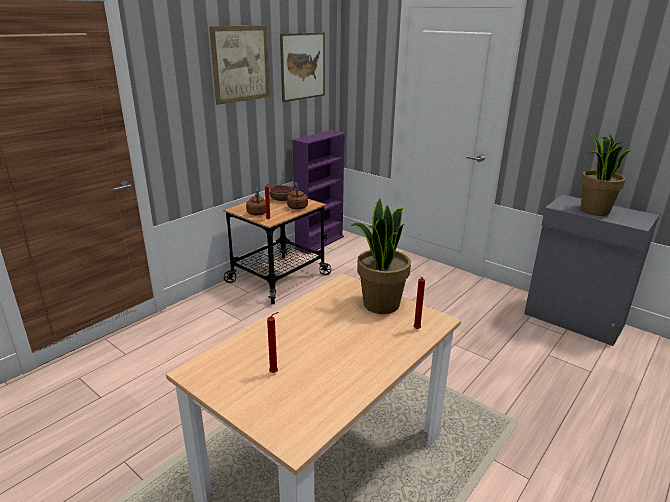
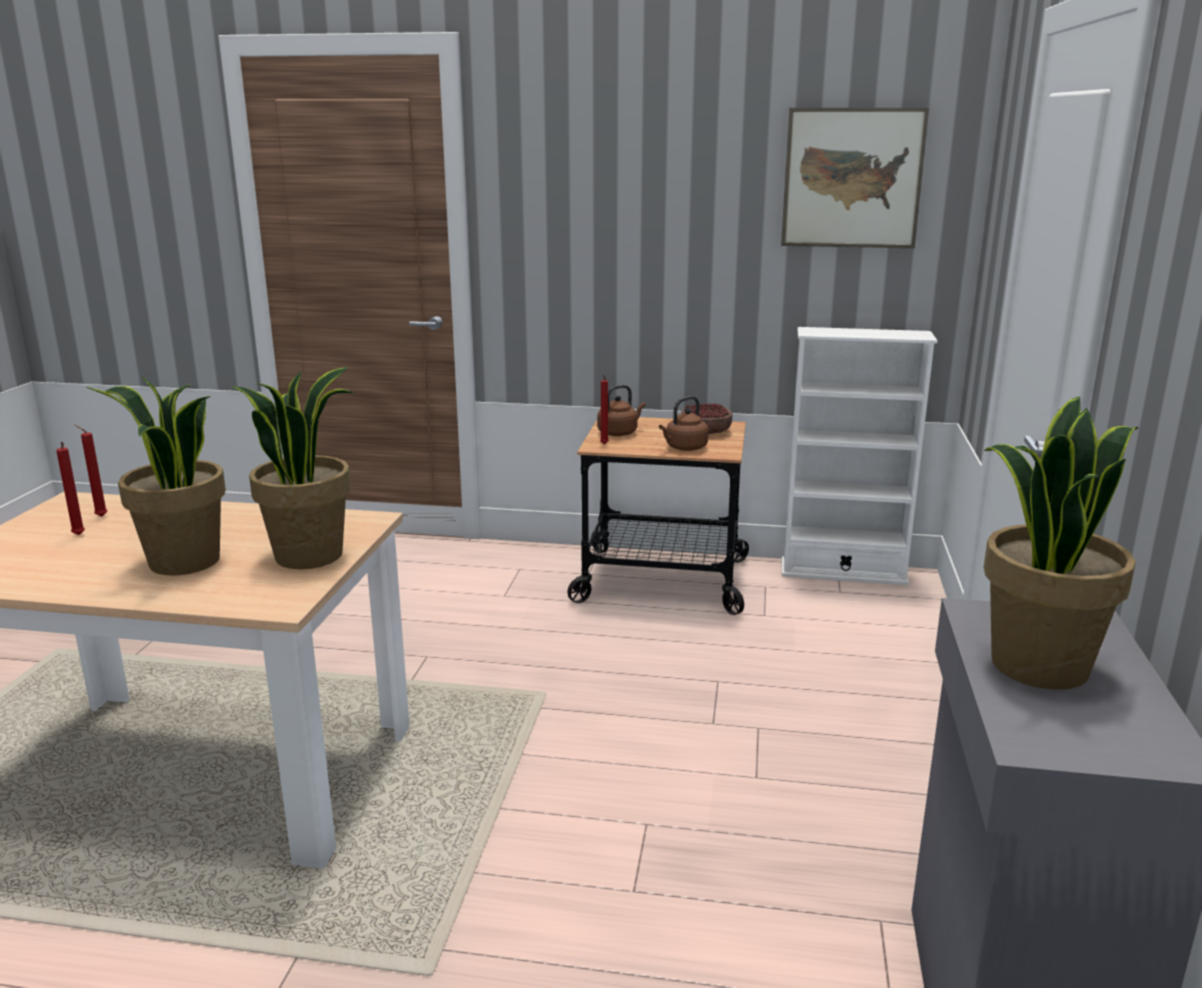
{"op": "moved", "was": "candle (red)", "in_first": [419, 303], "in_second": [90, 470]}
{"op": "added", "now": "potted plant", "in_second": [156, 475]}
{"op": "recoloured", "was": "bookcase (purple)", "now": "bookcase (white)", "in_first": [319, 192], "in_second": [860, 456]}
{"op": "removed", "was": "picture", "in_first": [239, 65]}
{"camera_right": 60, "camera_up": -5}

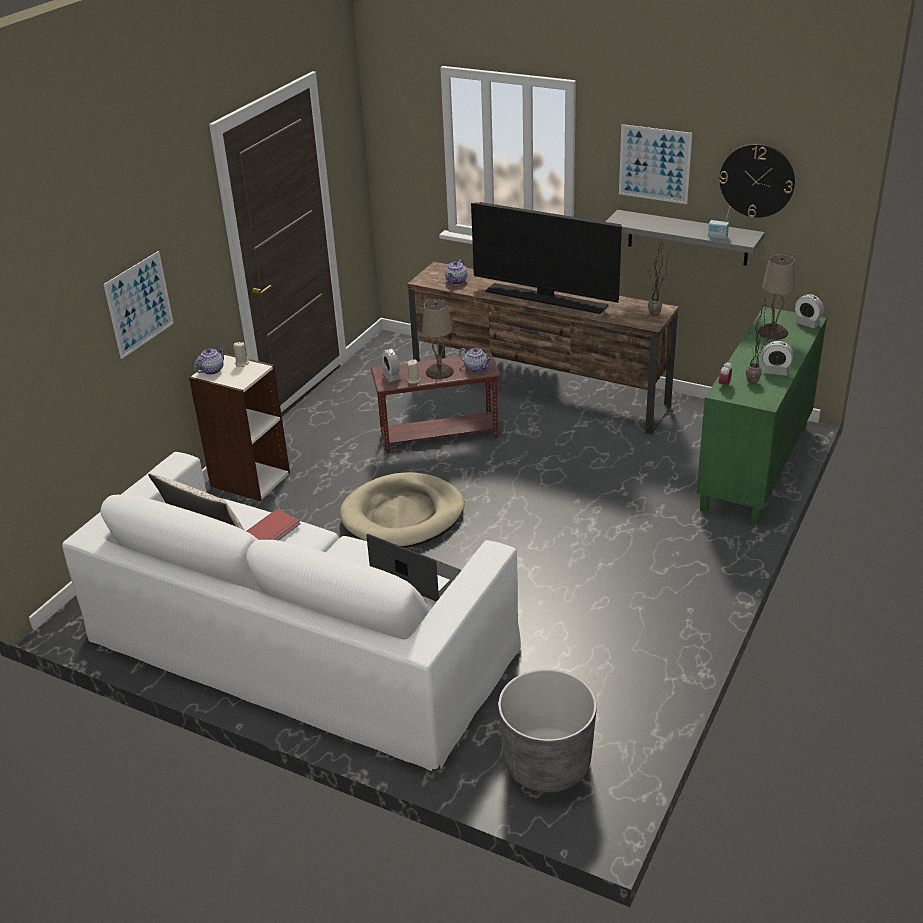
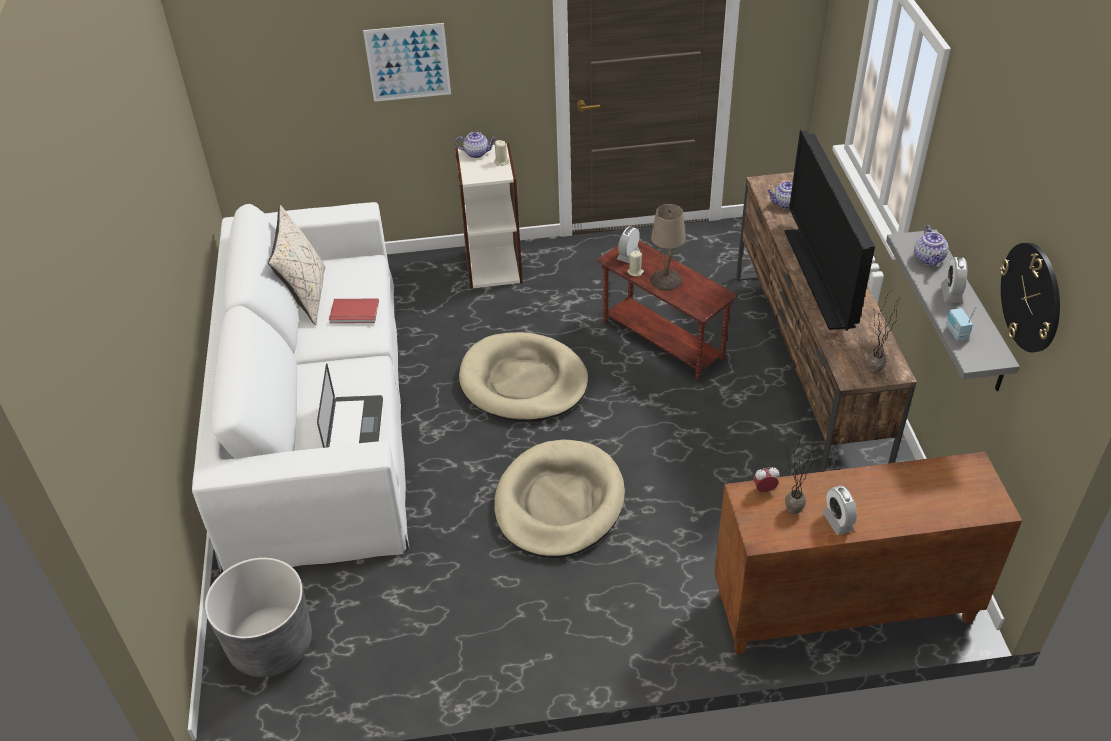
{"op": "added", "now": "dog bed (beige)", "in_second": [559, 499]}
{"op": "recoloured", "was": "cabinet (green)", "now": "cabinet (brown)", "in_first": [761, 416], "in_second": [868, 553]}
{"op": "moved", "was": "teapot", "in_first": [475, 360], "in_second": [931, 246]}
{"op": "moved", "was": "alarm clock", "in_first": [809, 311], "in_second": [954, 280]}
{"op": "removed", "was": "picture", "in_first": [655, 164]}
{"op": "removed", "was": "table lamp (beige)", "in_first": [776, 297]}
{"camera_right": 55, "camera_up": 10}

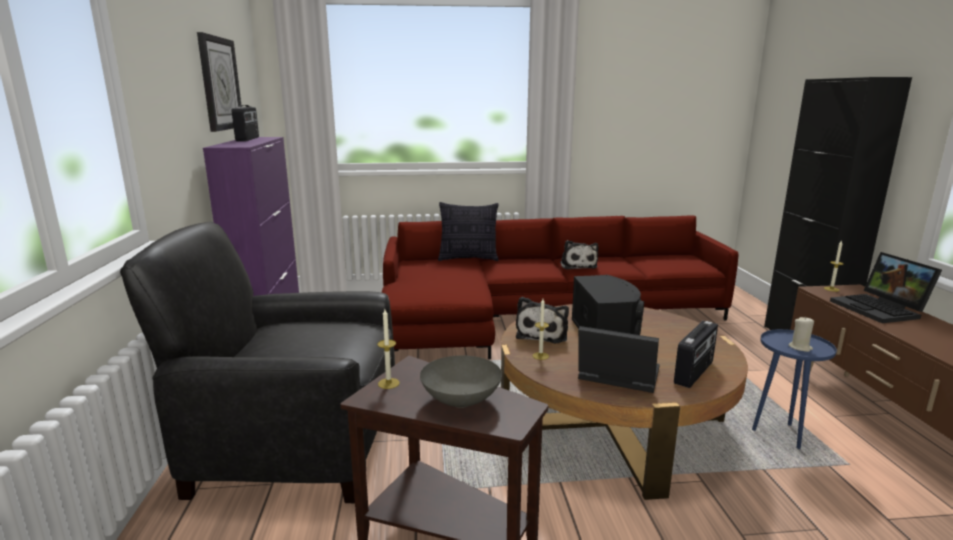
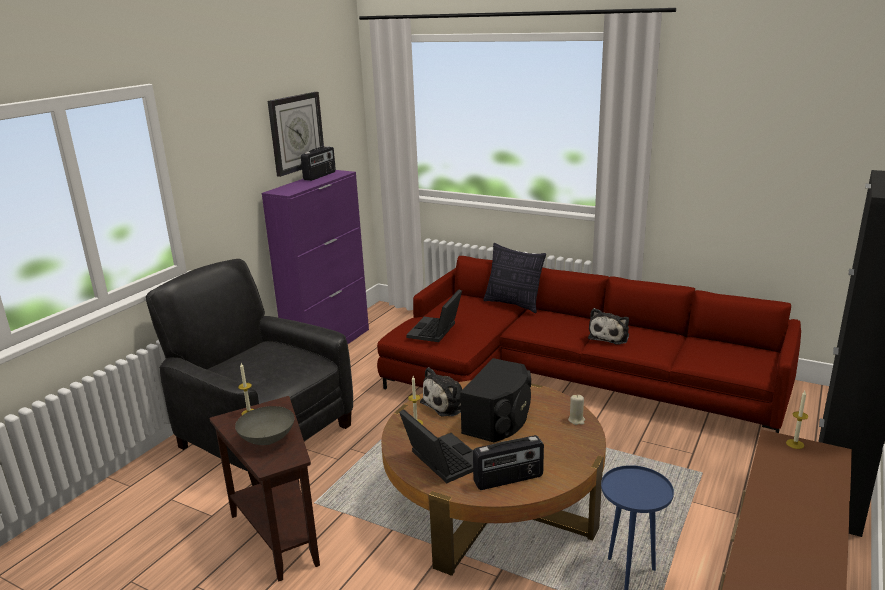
{"op": "moved", "was": "laptop", "in_first": [886, 287], "in_second": [434, 315]}
{"op": "moved", "was": "candle (beige)", "in_first": [801, 334], "in_second": [576, 410]}
{"camera_right": 35, "camera_up": 5}

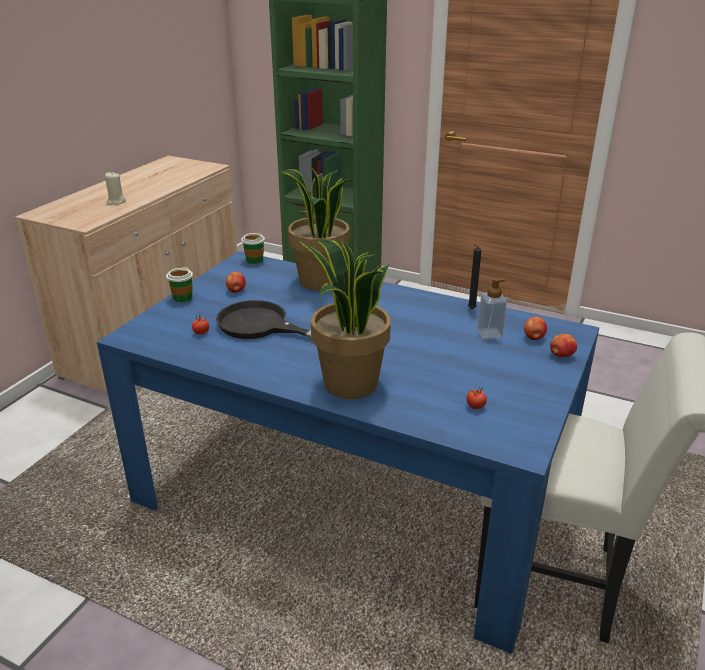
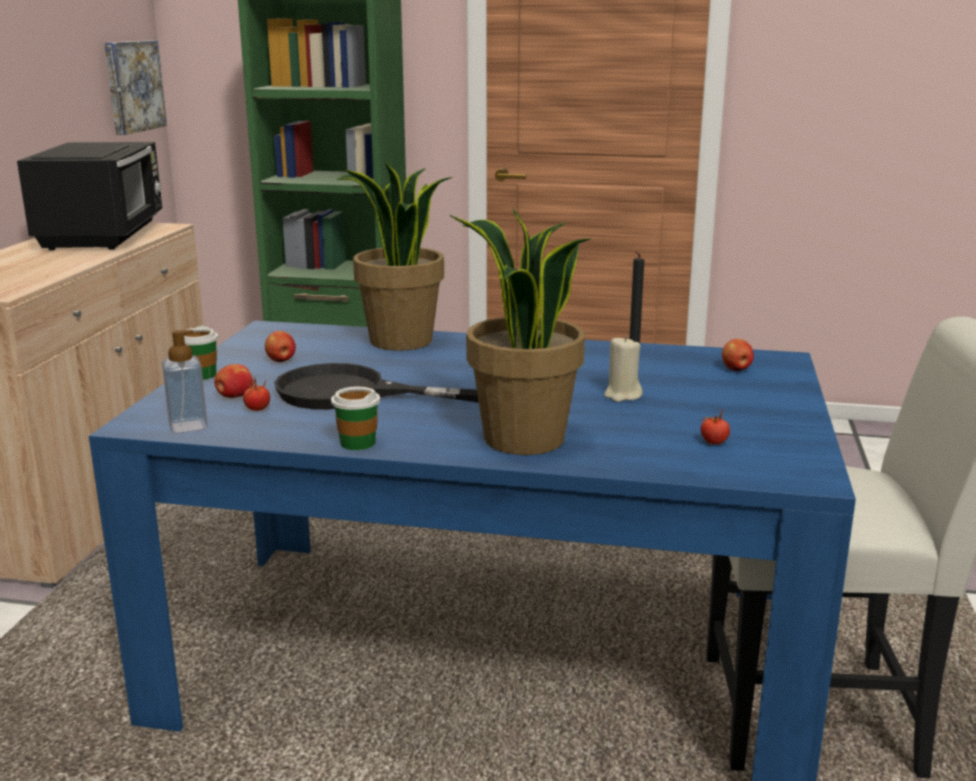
{"op": "added", "now": "microwave (black)", "in_second": [89, 196]}
{"op": "added", "now": "picture", "in_second": [135, 87]}
{"op": "moved", "was": "soap dispenser", "in_first": [492, 308], "in_second": [185, 381]}
{"op": "moved", "was": "apple", "in_first": [563, 345], "in_second": [233, 381]}
{"op": "moved", "was": "cup", "in_first": [253, 248], "in_second": [355, 418]}
{"op": "moved", "was": "candle (beige)", "in_first": [115, 188], "in_second": [623, 369]}
{"camera_right": -15, "camera_up": -10}

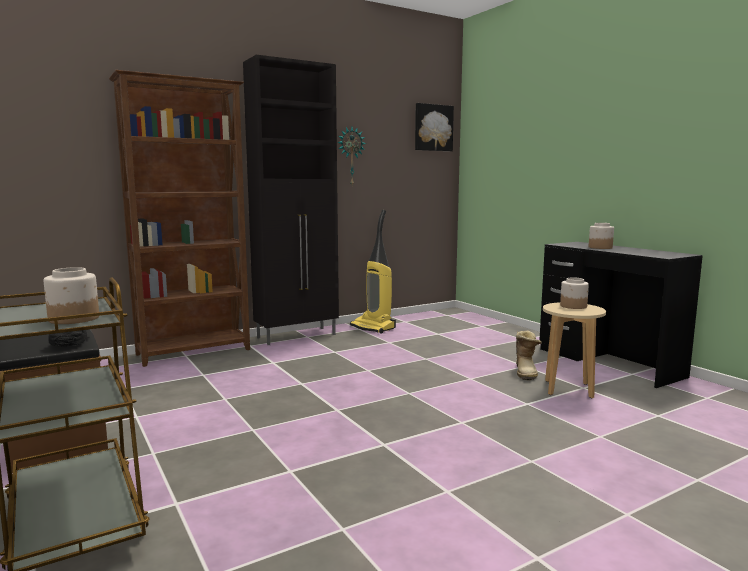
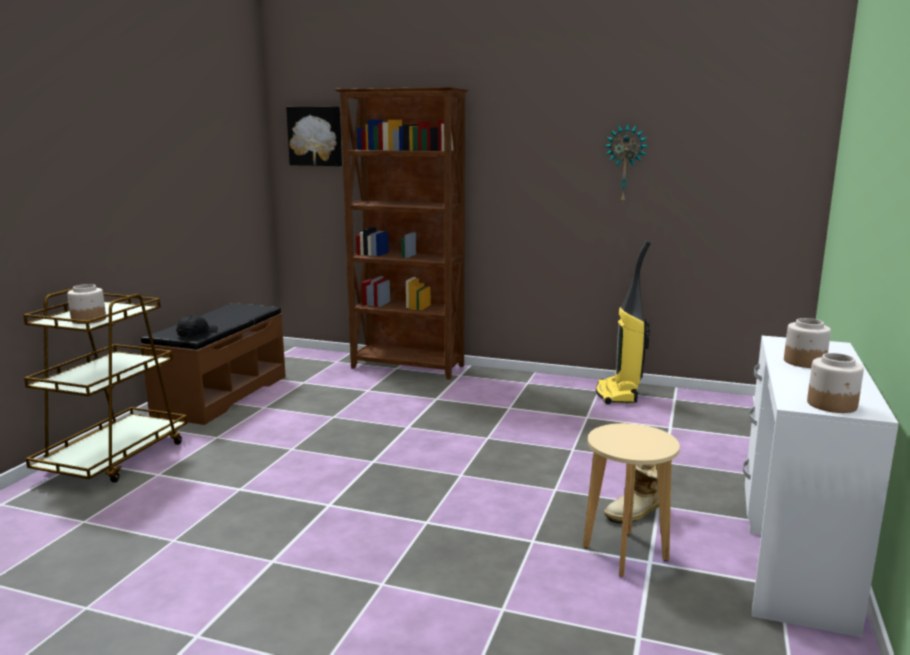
{"op": "moved", "was": "picture", "in_first": [434, 127], "in_second": [314, 136]}
{"op": "recoloured", "was": "desk (black)", "now": "desk (white)", "in_first": [621, 315], "in_second": [821, 487]}
{"op": "moved", "was": "jar", "in_first": [574, 293], "in_second": [835, 383]}
{"op": "removed", "was": "cabinet (black)", "in_first": [291, 200]}
{"camera_right": 50, "camera_up": 5}

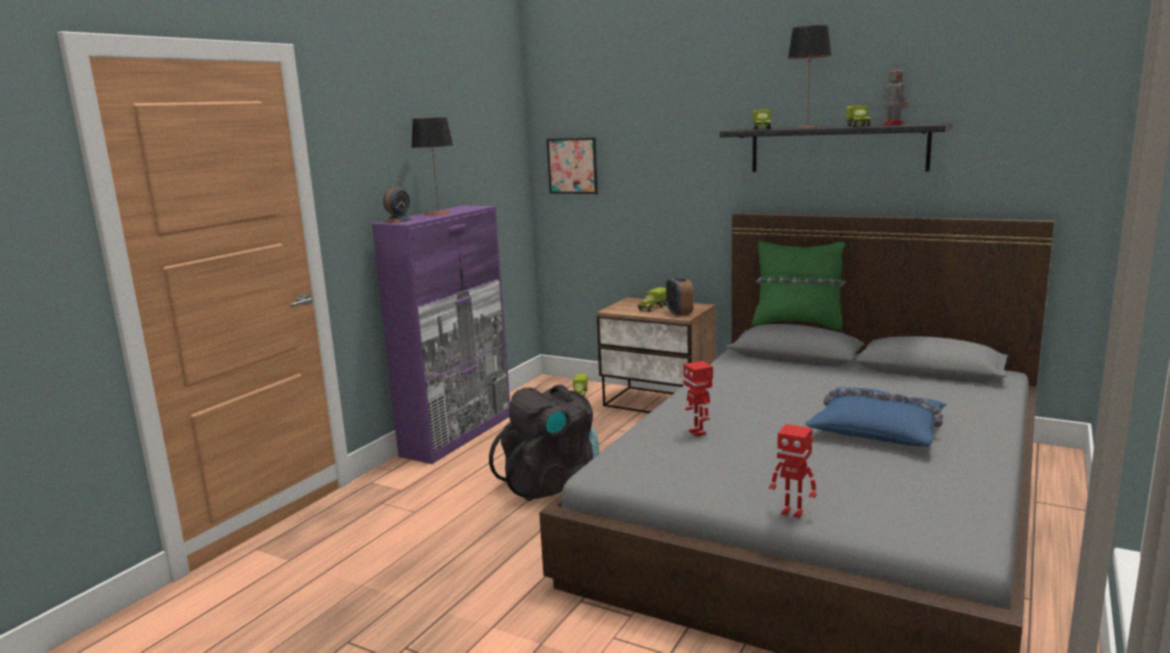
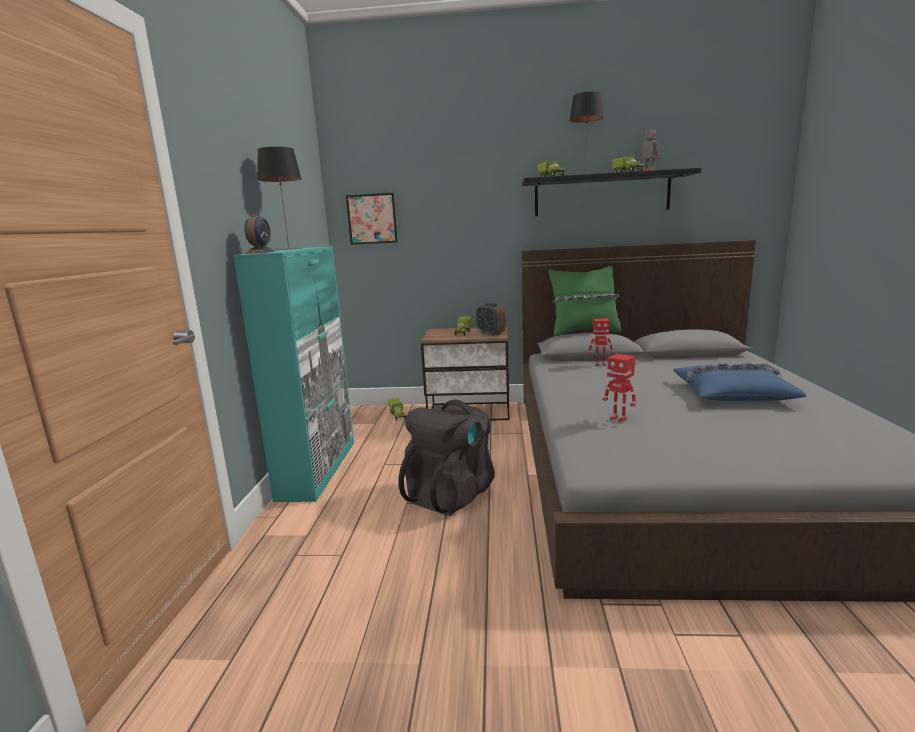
{"op": "recoloured", "was": "cabinet (purple)", "now": "cabinet (turquoise)", "in_first": [441, 334], "in_second": [293, 374]}
{"op": "moved", "was": "toy robot", "in_first": [793, 471], "in_second": [600, 342]}
{"camera_right": -25, "camera_up": 0}

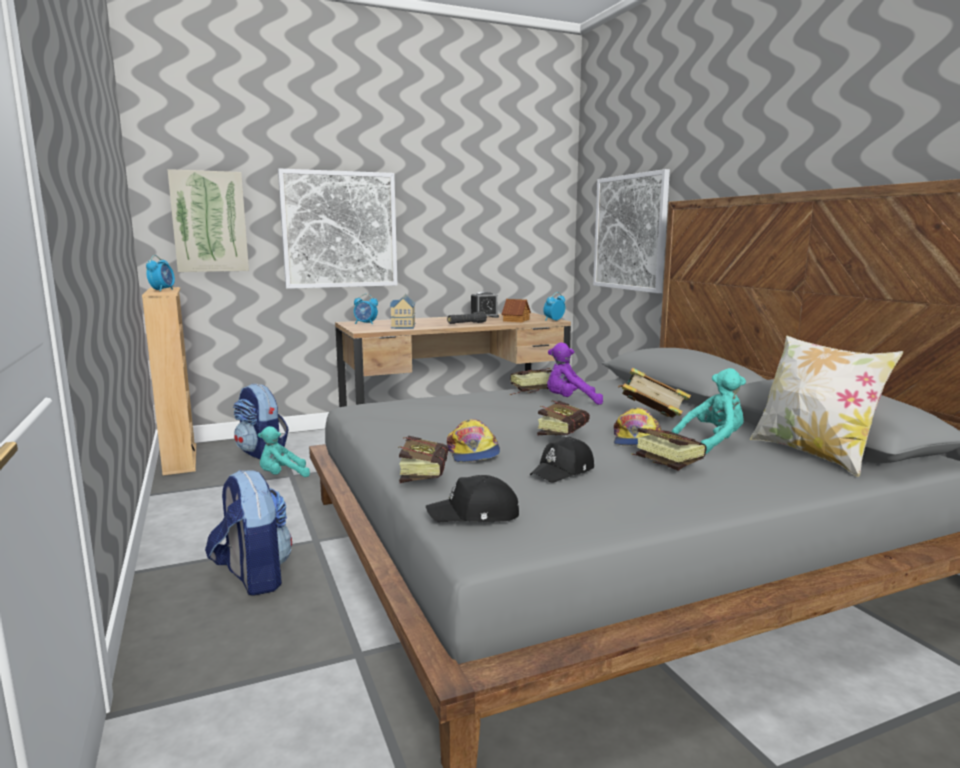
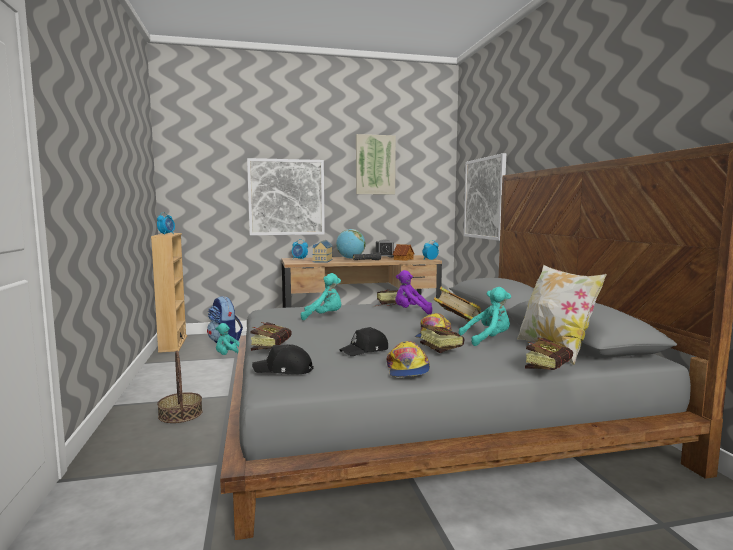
{"op": "replaced", "was": "backpack", "now": "basket", "in_first": [248, 533], "in_second": [180, 387]}
{"op": "added", "now": "plush toy (turquoise)", "in_second": [321, 296]}
{"op": "added", "now": "globe", "in_second": [351, 244]}
{"op": "moved", "was": "picture", "in_first": [208, 220], "in_second": [376, 164]}
{"op": "moved", "was": "cap", "in_first": [473, 440], "in_second": [408, 359]}
{"op": "moved", "was": "book", "in_first": [563, 418], "in_second": [549, 353]}
{"camera_right": 10, "camera_up": -5}

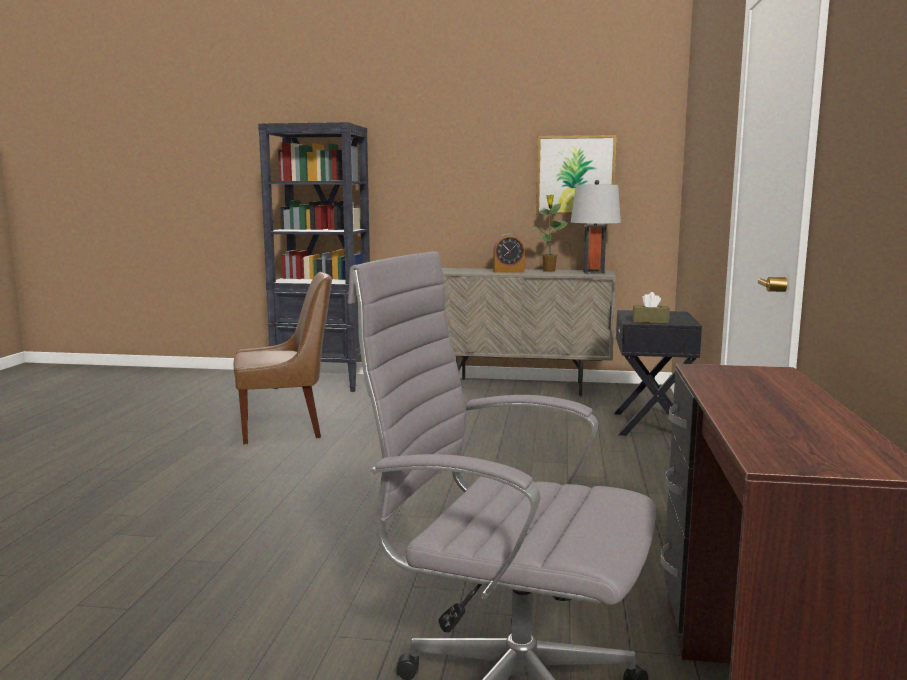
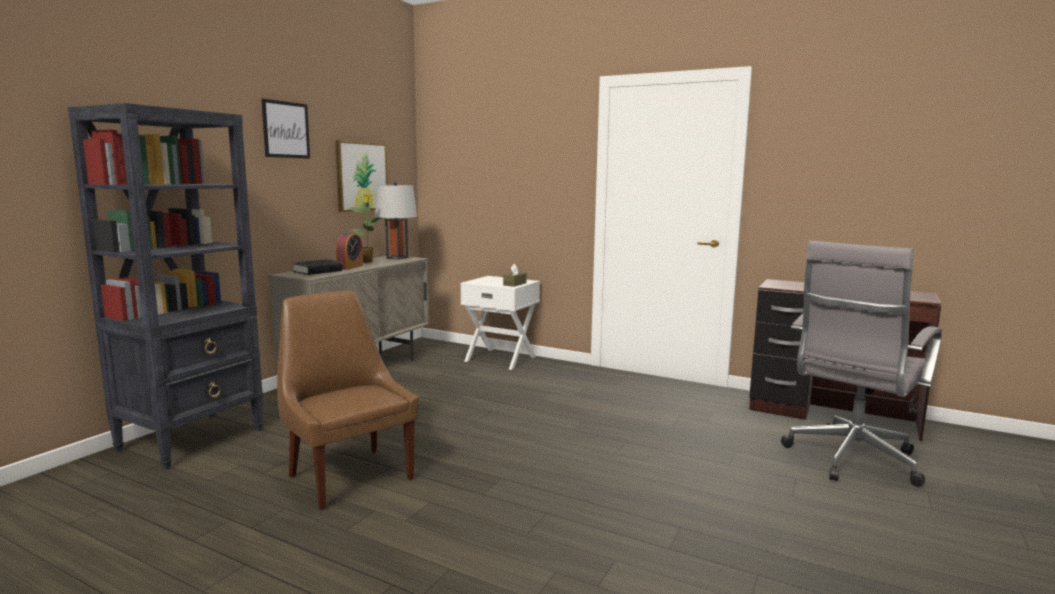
{"op": "added", "now": "picture", "in_second": [285, 129]}
{"op": "turned", "was": "chair (brown)", "in_first": [283, 358], "in_second": [348, 400], "clockwise": -45}
{"op": "added", "now": "book (black)", "in_second": [318, 267]}
{"op": "recoloured", "was": "nightstand (black)", "now": "nightstand (white)", "in_first": [657, 373], "in_second": [500, 323]}
{"camera_right": -70, "camera_up": 0}

